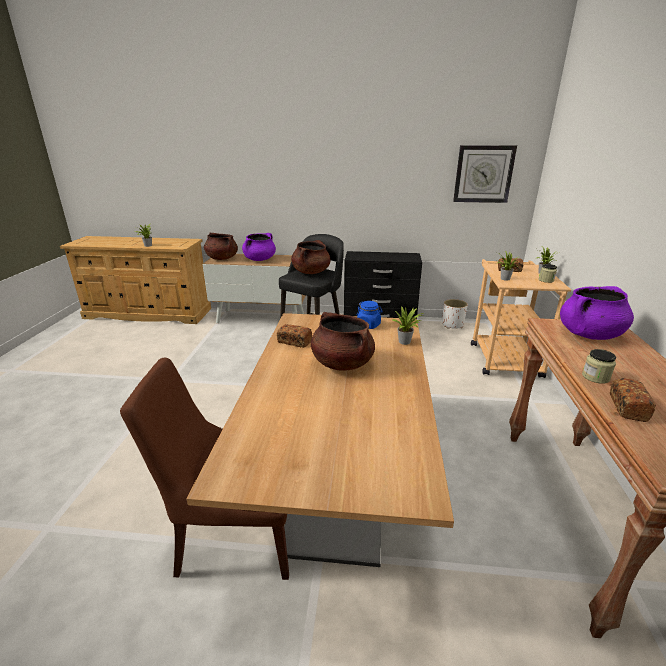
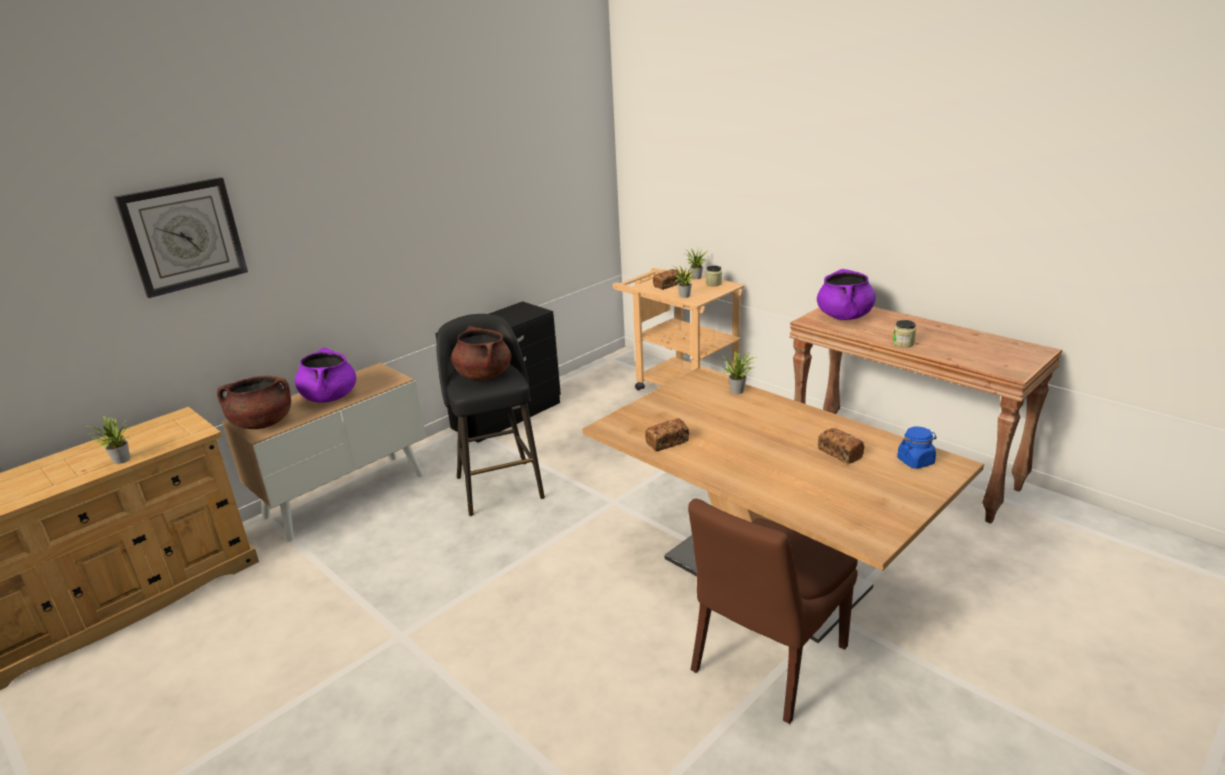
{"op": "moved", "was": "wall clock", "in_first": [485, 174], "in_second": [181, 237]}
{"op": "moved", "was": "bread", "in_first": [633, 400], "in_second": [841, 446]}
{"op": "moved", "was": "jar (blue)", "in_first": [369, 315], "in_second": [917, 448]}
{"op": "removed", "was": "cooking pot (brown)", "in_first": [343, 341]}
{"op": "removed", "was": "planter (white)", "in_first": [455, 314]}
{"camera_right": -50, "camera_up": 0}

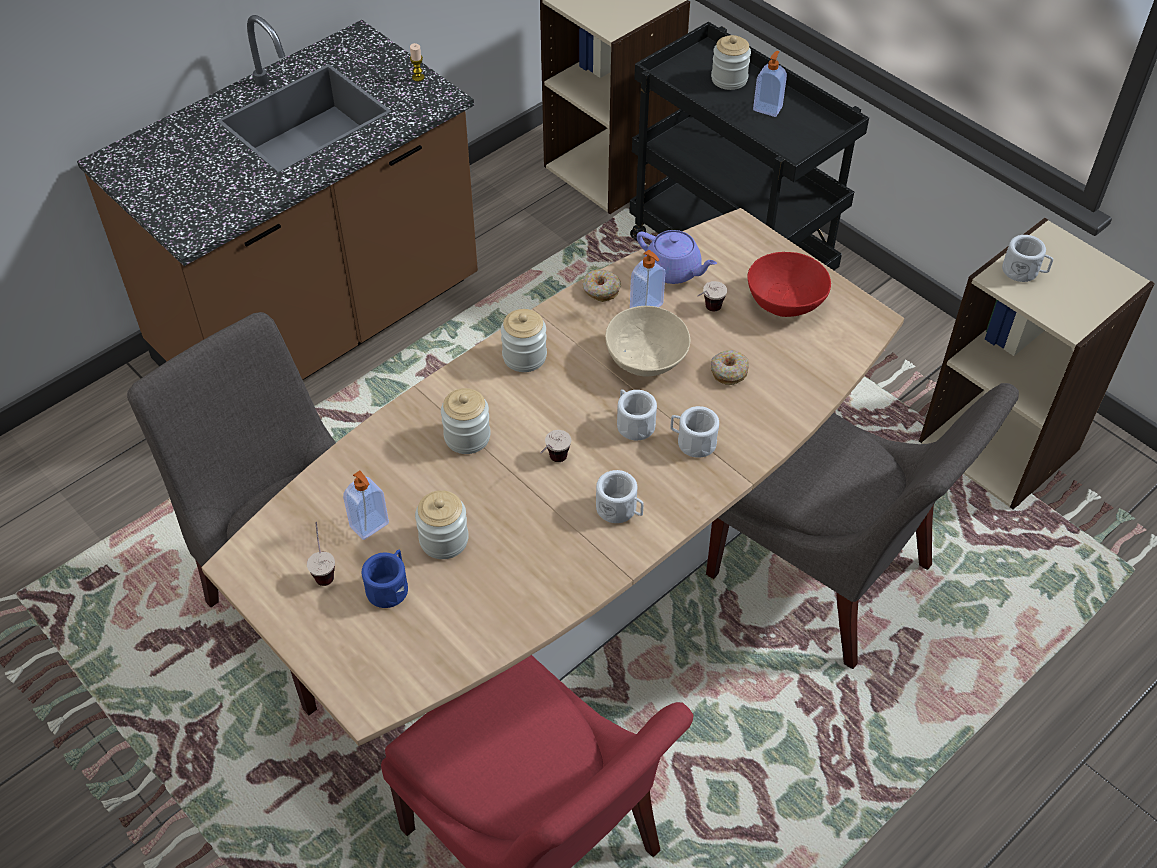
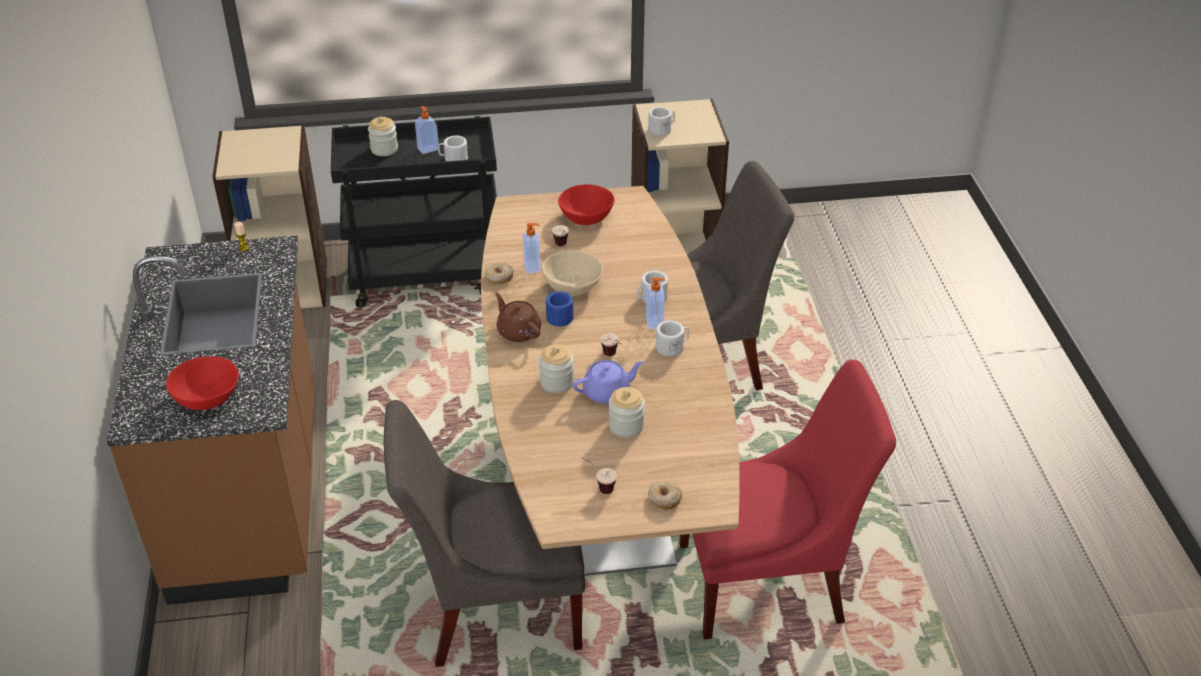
{"op": "added", "now": "bowl (red)", "in_second": [202, 383]}
{"op": "moved", "was": "mug (white)", "in_first": [637, 414], "in_second": [453, 148]}
{"op": "replaced", "was": "jar", "now": "teapot (brown)", "in_first": [524, 340], "in_second": [518, 317]}
{"op": "moved", "was": "mug (blue)", "in_first": [385, 579], "in_second": [559, 309]}
{"op": "moved", "was": "teapot (purple)", "in_first": [677, 257], "in_second": [608, 382]}
{"op": "moved", "was": "soap dispenser", "in_first": [366, 505], "in_second": [656, 303]}
{"op": "moved", "was": "donut", "in_first": [730, 367], "in_second": [665, 495]}
{"camera_right": -55, "camera_up": -10}

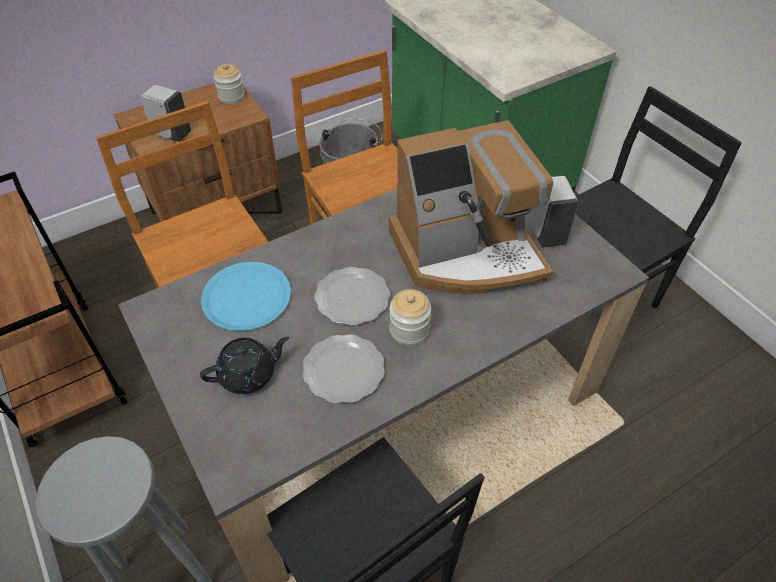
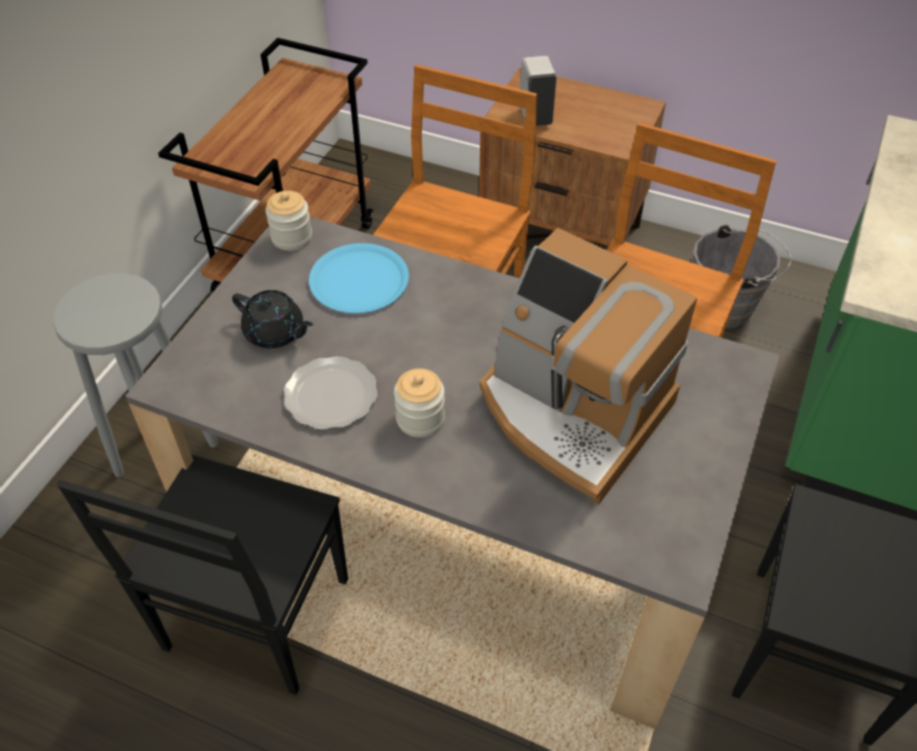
{"op": "moved", "was": "jar", "in_first": [229, 84], "in_second": [288, 221]}
{"op": "removed", "was": "plate", "in_first": [352, 296]}
{"op": "removed", "was": "soap dispenser (white)", "in_first": [554, 212]}
{"camera_right": 55, "camera_up": 0}

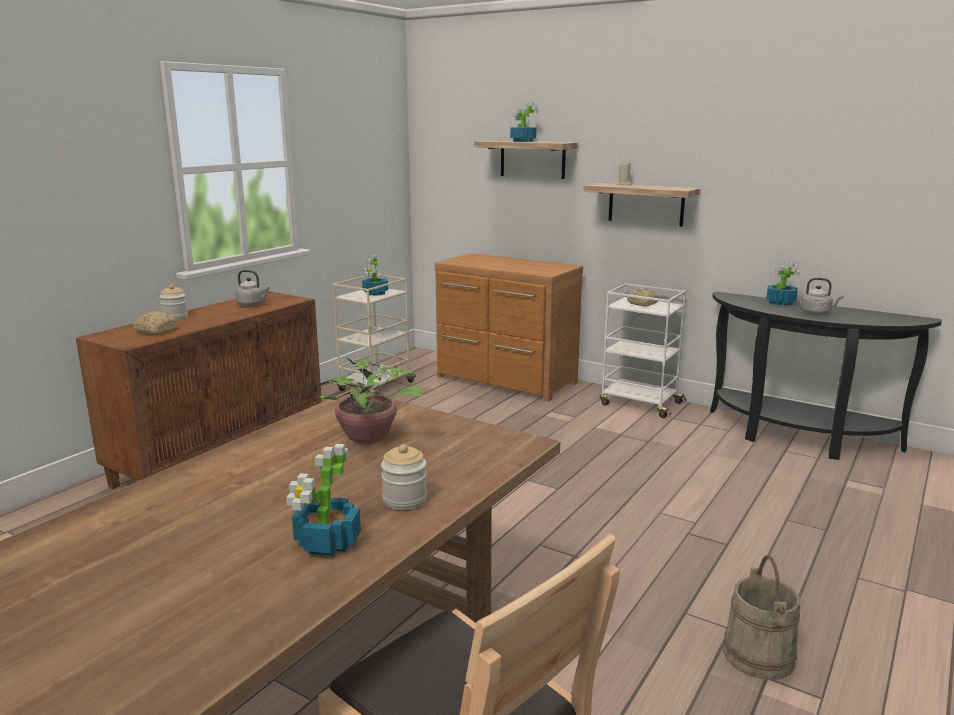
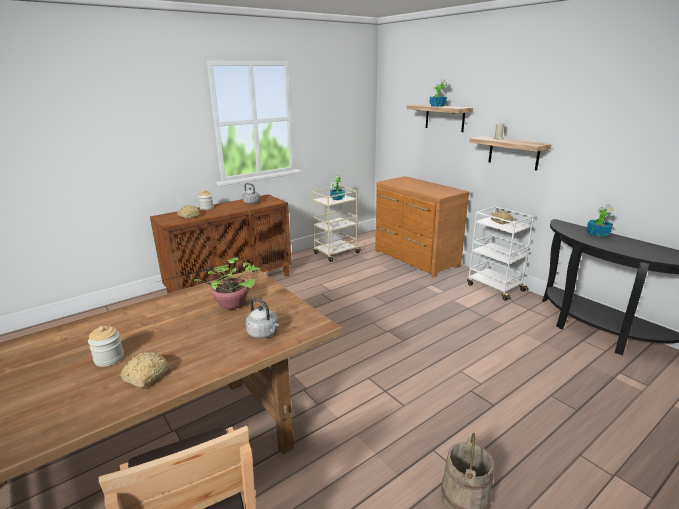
{"op": "moved", "was": "jar", "in_first": [404, 477], "in_second": [106, 346]}
{"op": "replaced", "was": "potted plant", "now": "bread", "in_first": [323, 500], "in_second": [145, 370]}
{"op": "moved", "was": "kettle (grey)", "in_first": [821, 296], "in_second": [262, 318]}
{"camera_right": 20, "camera_up": 5}

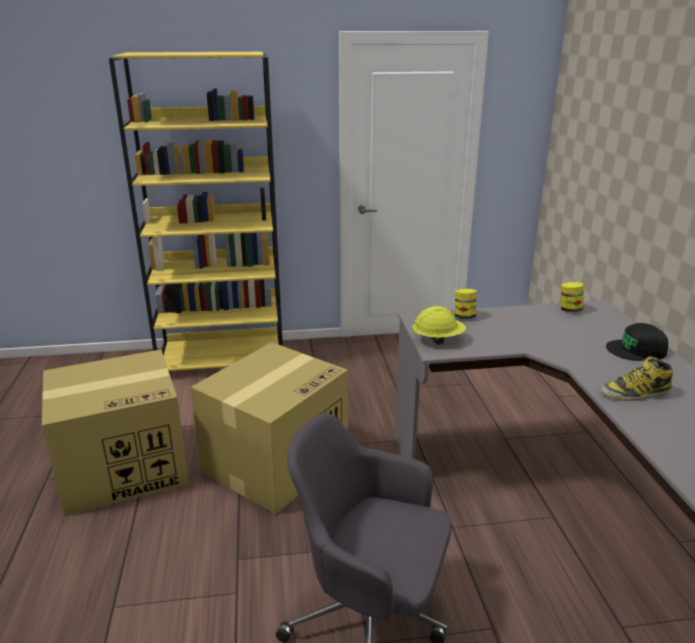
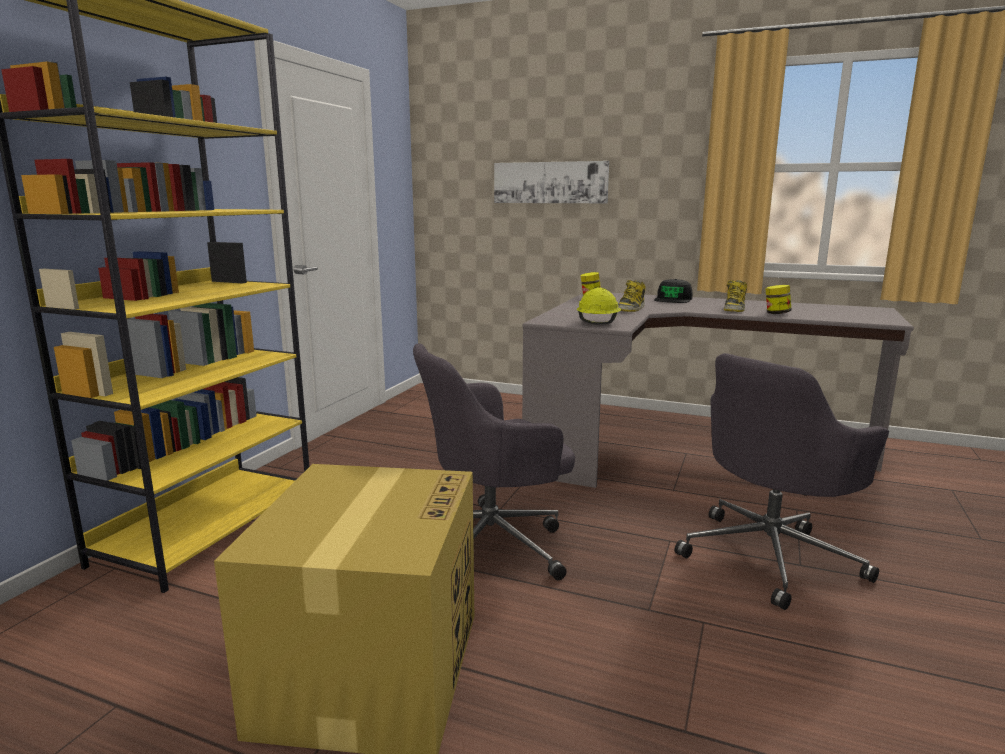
{"op": "replaced", "was": "cardboard box", "now": "office chair (grey)", "in_first": [269, 428], "in_second": [494, 461]}
{"op": "added", "now": "picture", "in_second": [551, 182]}
{"op": "added", "now": "boot", "in_second": [632, 296]}
{"op": "moved", "was": "jar", "in_first": [466, 304], "in_second": [778, 299]}
{"camera_right": -60, "camera_up": -10}

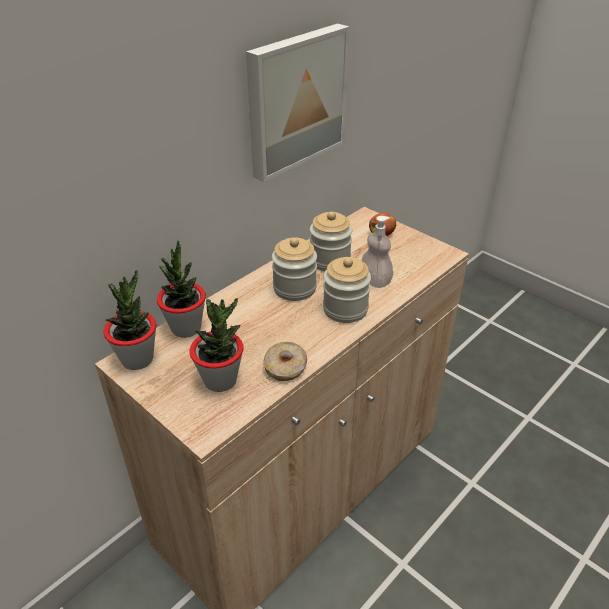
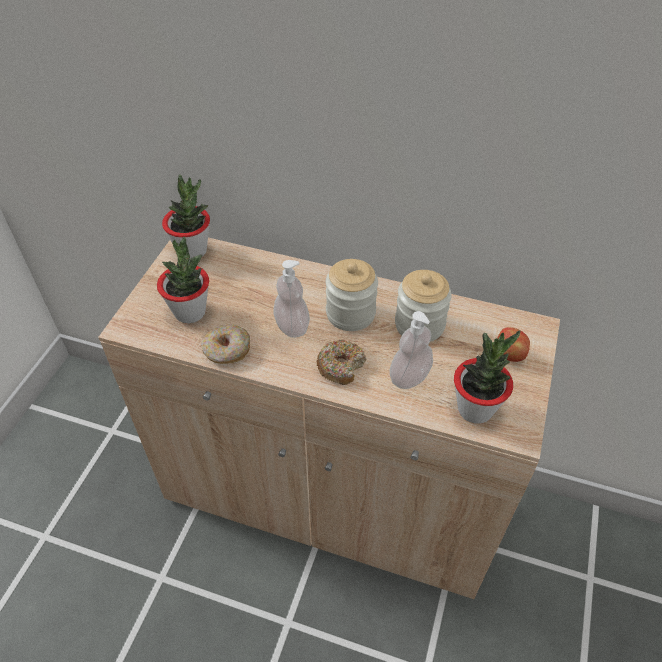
{"op": "added", "now": "soap dispenser", "in_second": [291, 299]}
{"op": "replaced", "was": "jar", "now": "donut", "in_first": [347, 290], "in_second": [341, 362]}
{"op": "moved", "was": "potted plant", "in_first": [181, 289], "in_second": [487, 377]}
{"op": "removed", "was": "picture", "in_first": [297, 103]}
{"camera_right": 65, "camera_up": 10}

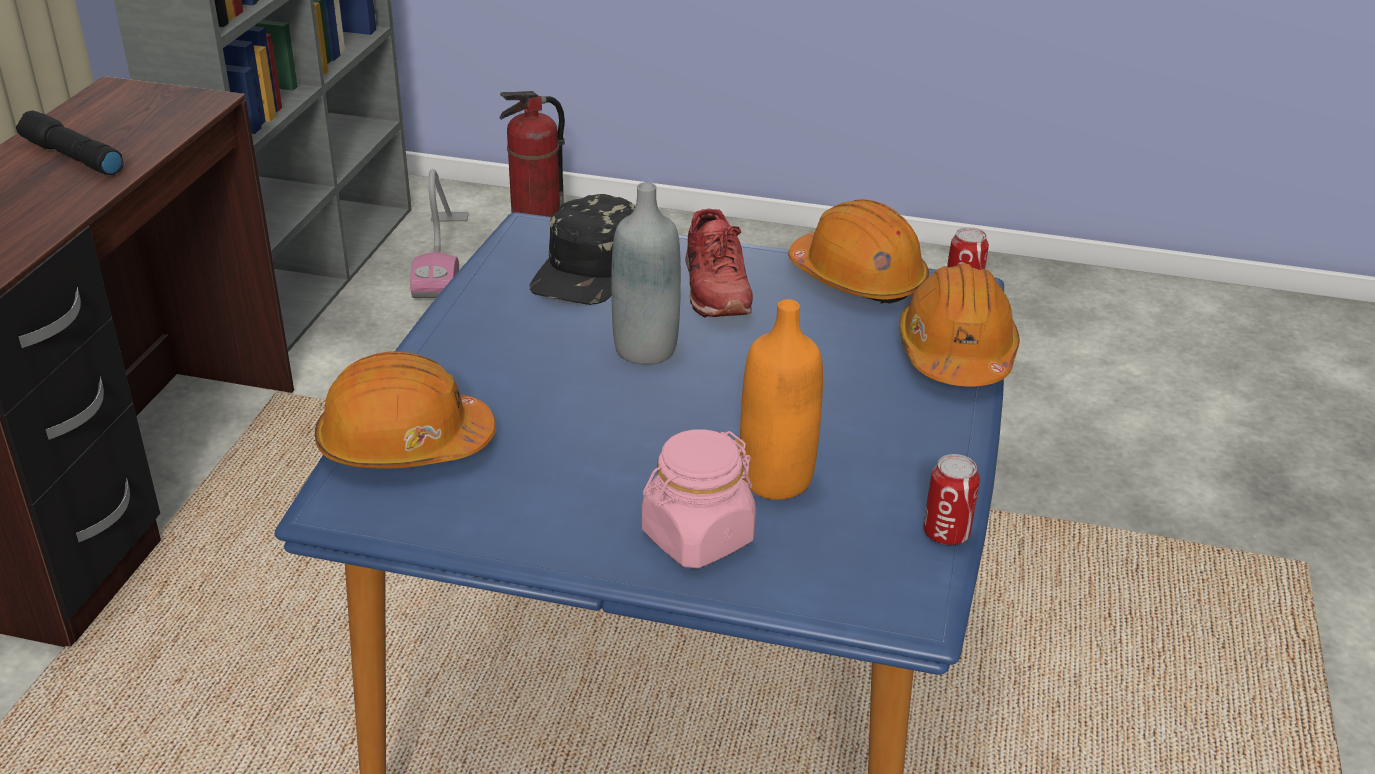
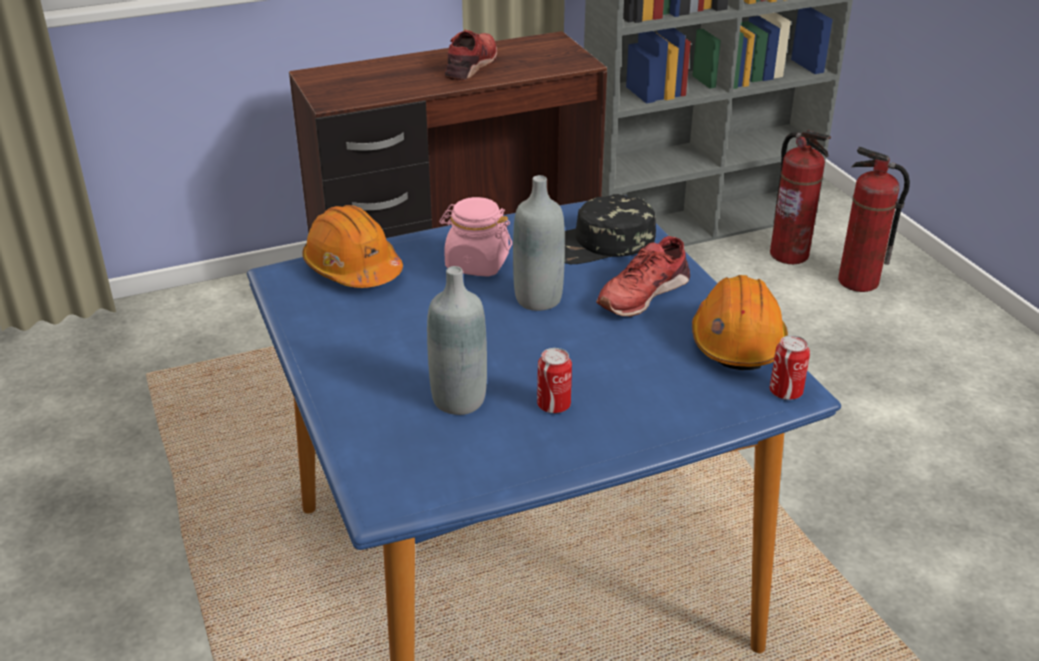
{"op": "recoloured", "was": "bottle (orange)", "now": "bottle (grey)", "in_first": [781, 399], "in_second": [457, 340]}
{"op": "moved", "was": "jar (pink)", "in_first": [699, 499], "in_second": [475, 237]}
{"op": "replaced", "was": "flashlight (black)", "now": "shoe (red)", "in_first": [70, 143], "in_second": [471, 55]}
{"op": "moved", "was": "can", "in_first": [951, 499], "in_second": [554, 380]}
{"op": "replaced", "was": "vacuum cleaner", "now": "fire extinguisher", "in_first": [439, 233], "in_second": [800, 197]}
{"op": "removed", "was": "hard hat (orange)", "in_first": [959, 325]}
{"camera_right": 55, "camera_up": 0}

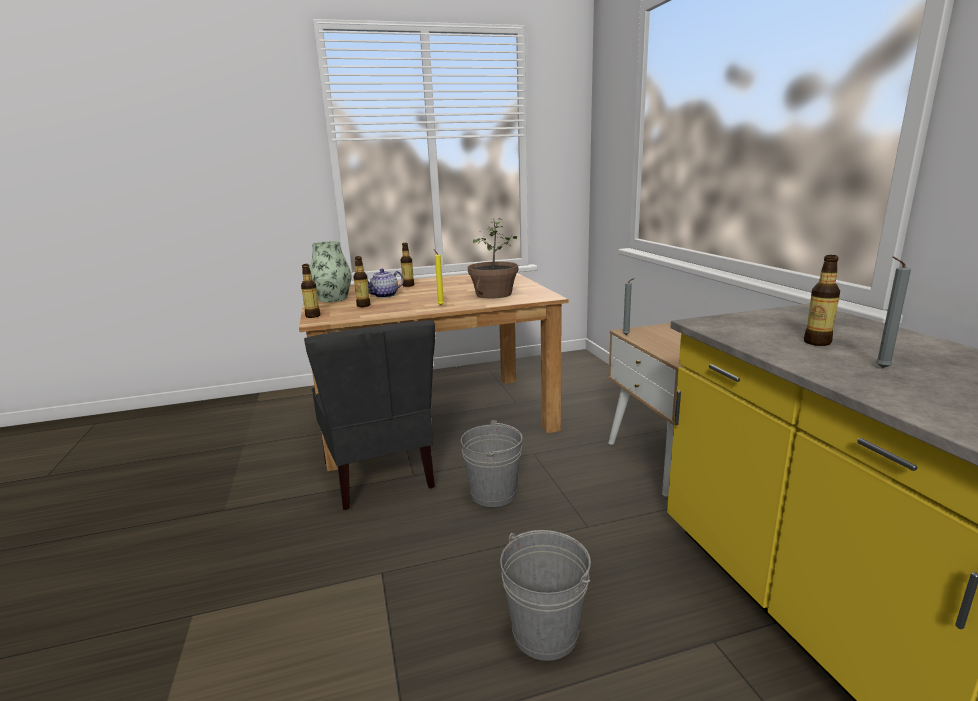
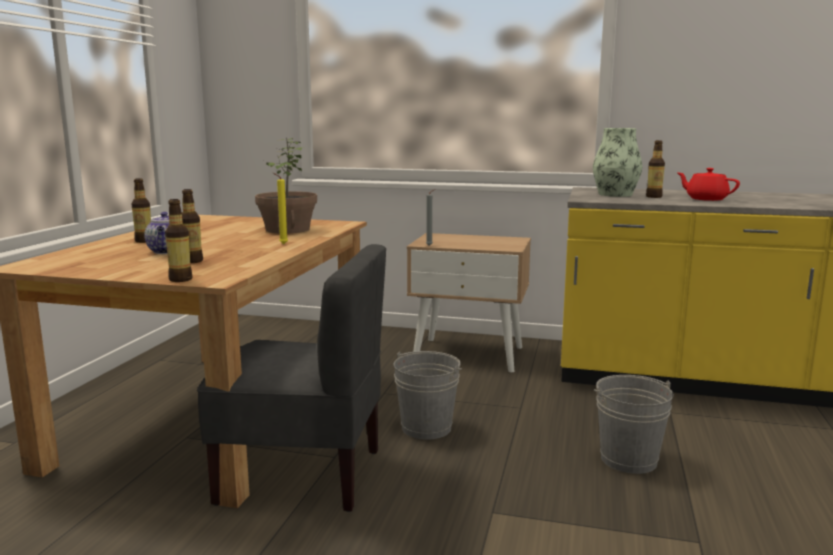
{"op": "moved", "was": "vase", "in_first": [330, 271], "in_second": [617, 162]}
{"op": "replaced", "was": "candle (grey)", "now": "teapot (red)", "in_first": [893, 312], "in_second": [708, 184]}
{"camera_right": -60, "camera_up": -5}

